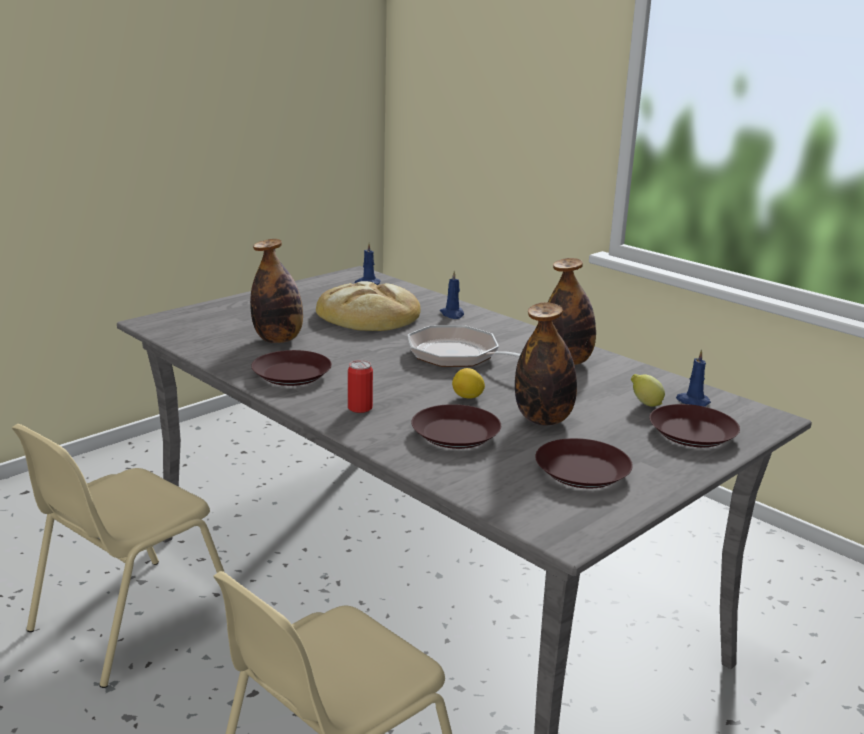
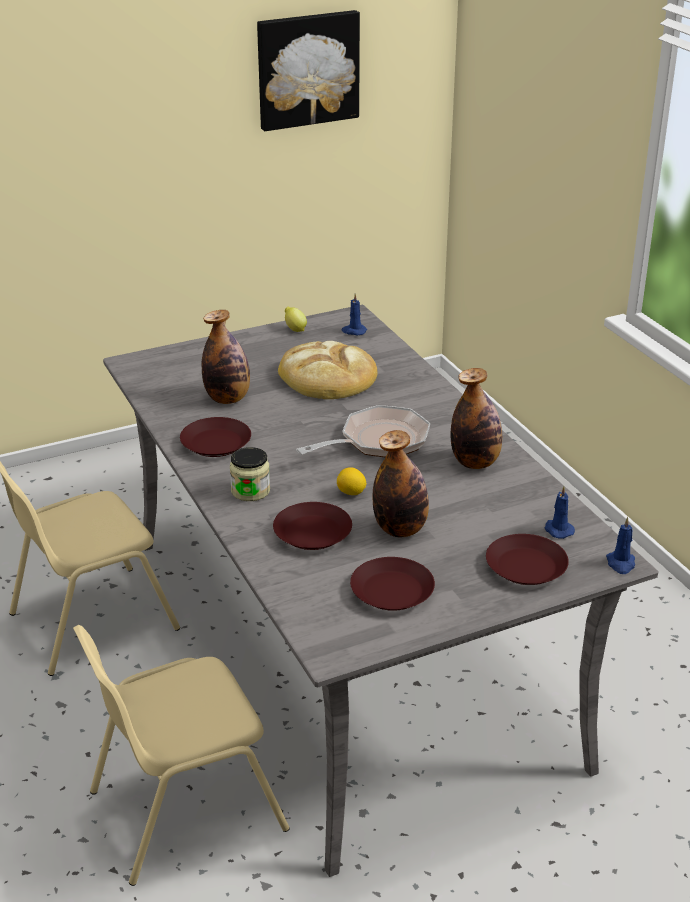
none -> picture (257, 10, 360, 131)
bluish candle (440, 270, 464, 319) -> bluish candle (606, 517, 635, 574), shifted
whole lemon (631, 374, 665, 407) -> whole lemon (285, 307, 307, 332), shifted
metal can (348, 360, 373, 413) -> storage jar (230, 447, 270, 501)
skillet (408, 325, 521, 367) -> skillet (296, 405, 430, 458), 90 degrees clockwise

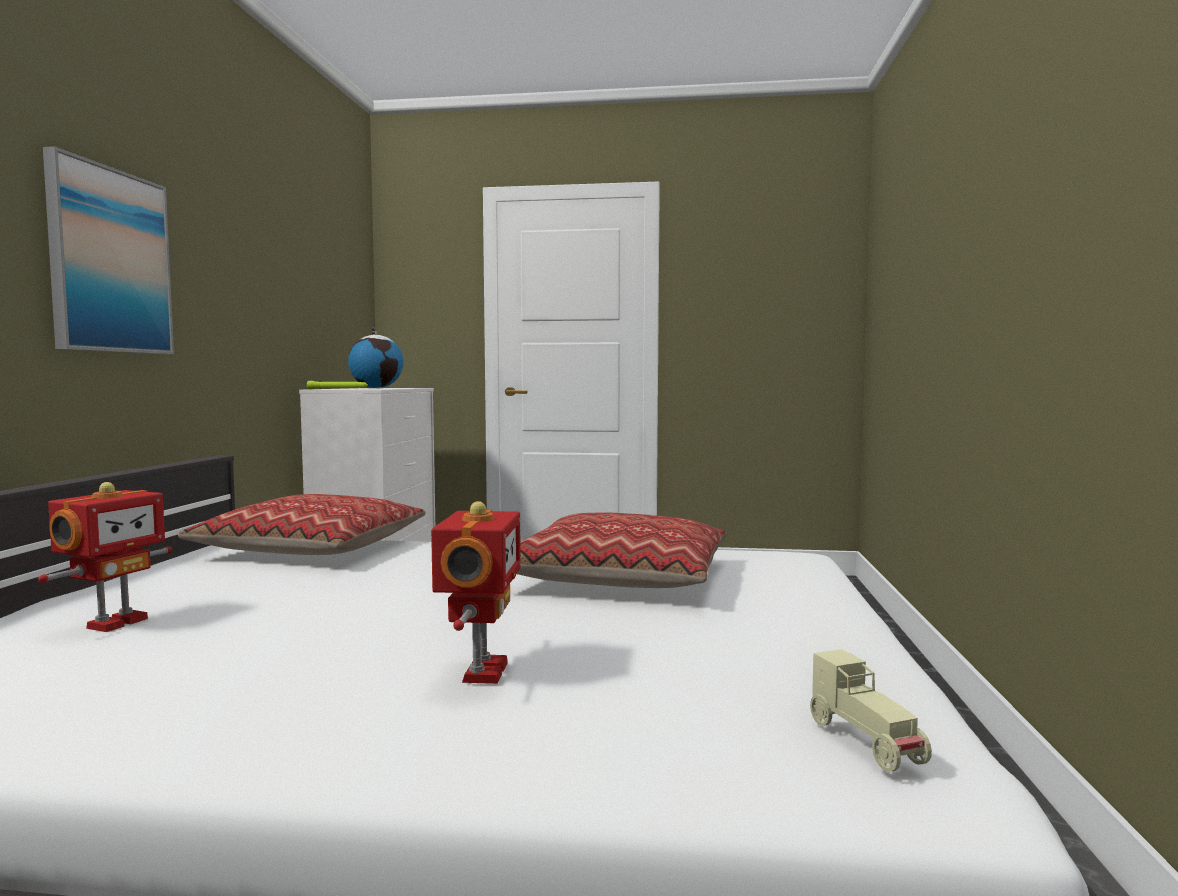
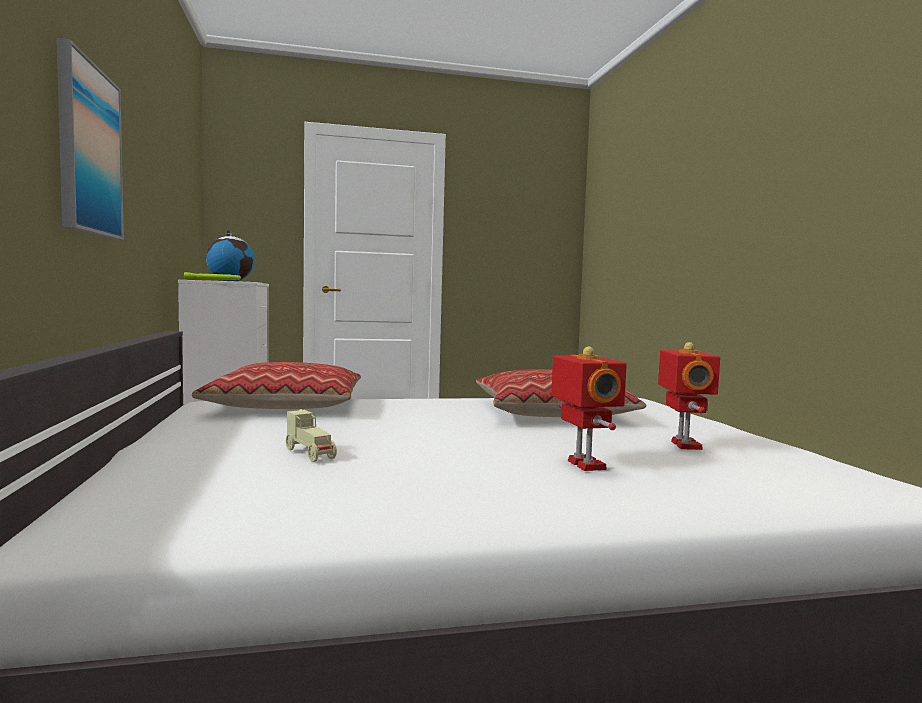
model robot (38, 482, 172, 632) -> model robot (658, 342, 720, 450), shifted
sand-coloured model car (810, 649, 932, 772) -> sand-coloured model car (286, 410, 337, 462), shifted

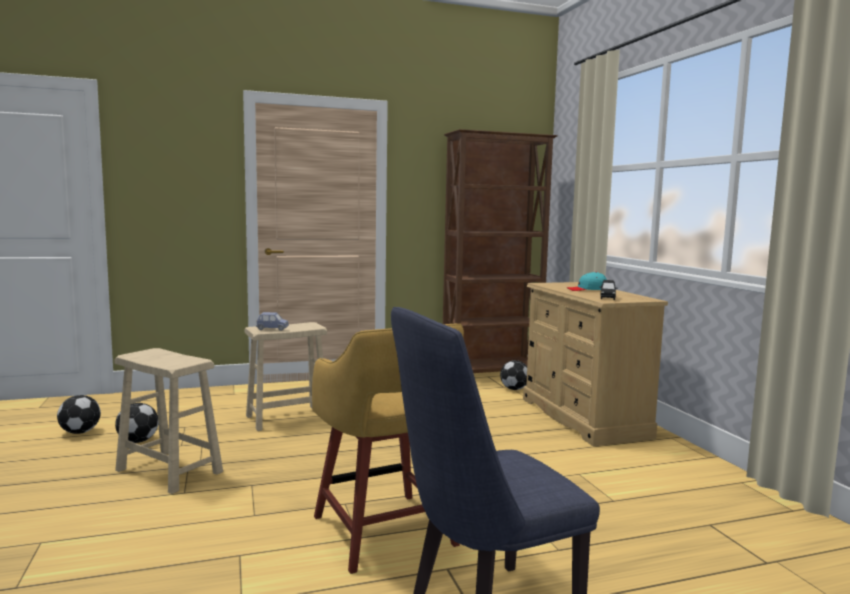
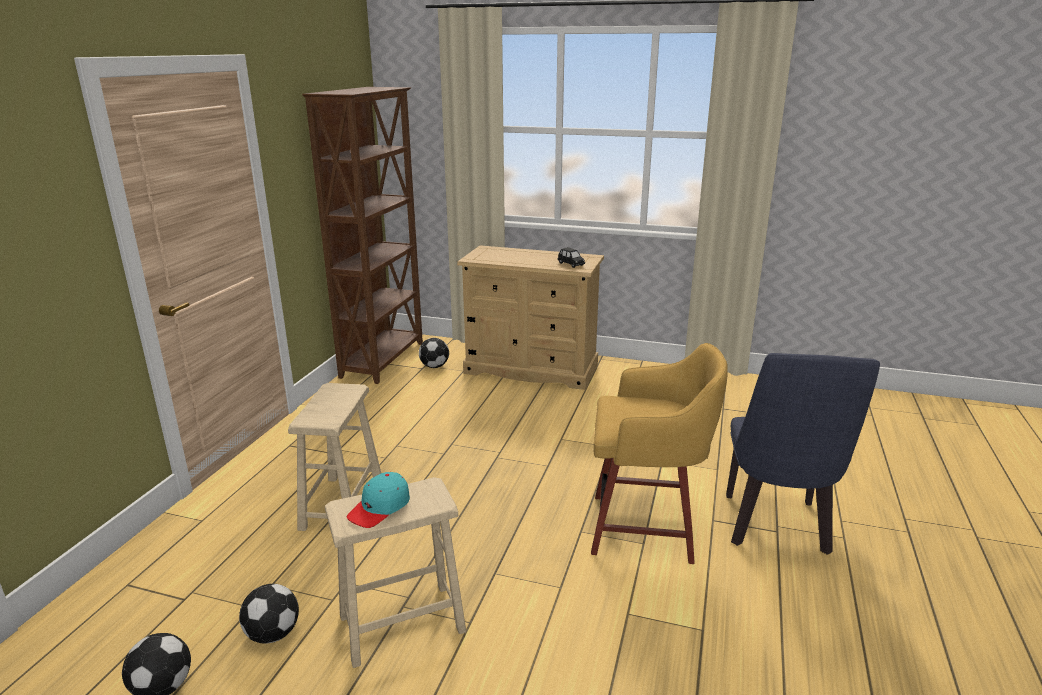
bluish model car (256, 312, 289, 331) -> none
blue-green baseball cap (567, 272, 607, 291) -> blue-green baseball cap (347, 472, 410, 528), shifted

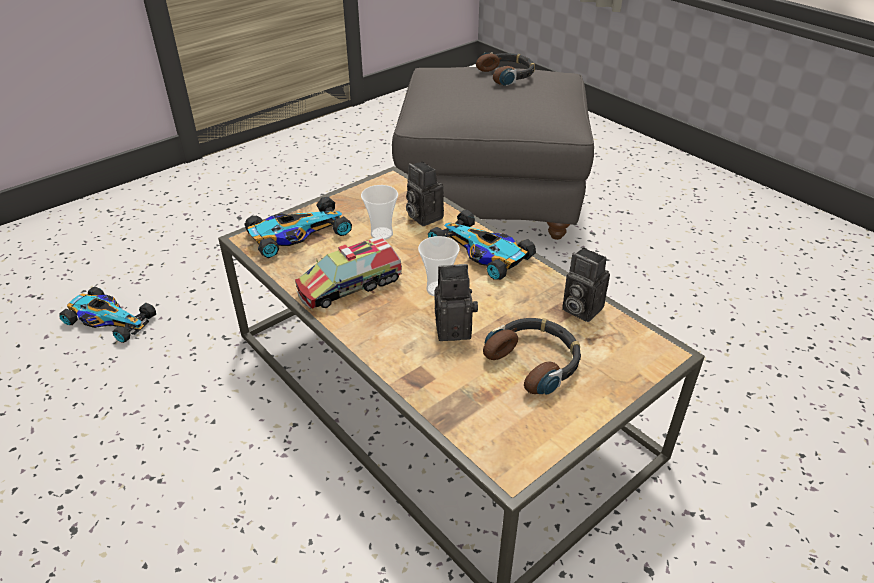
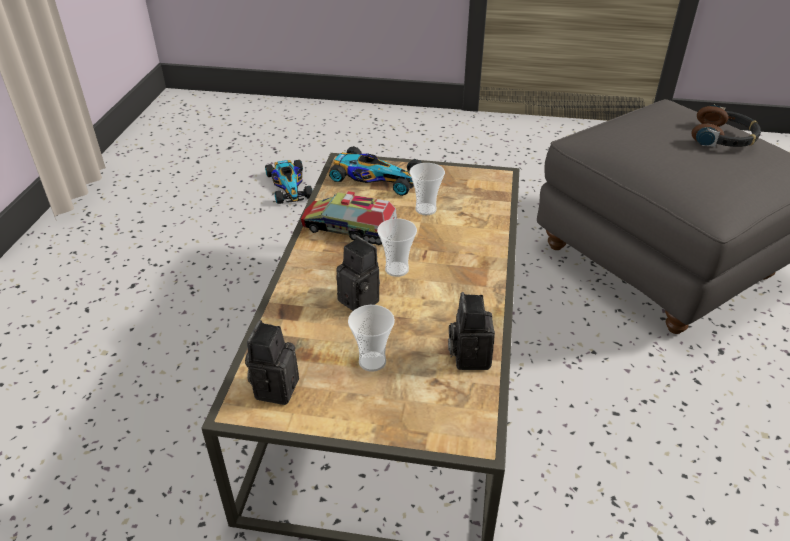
model car (428, 210, 536, 280) -> none
photo camera (406, 161, 444, 226) -> photo camera (245, 320, 299, 405), shifted
headset (483, 318, 581, 395) -> small cup (348, 305, 395, 372)

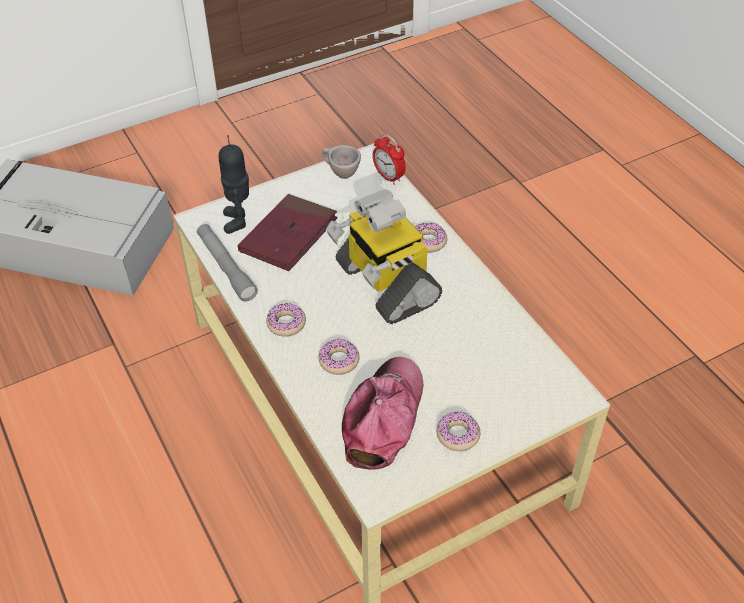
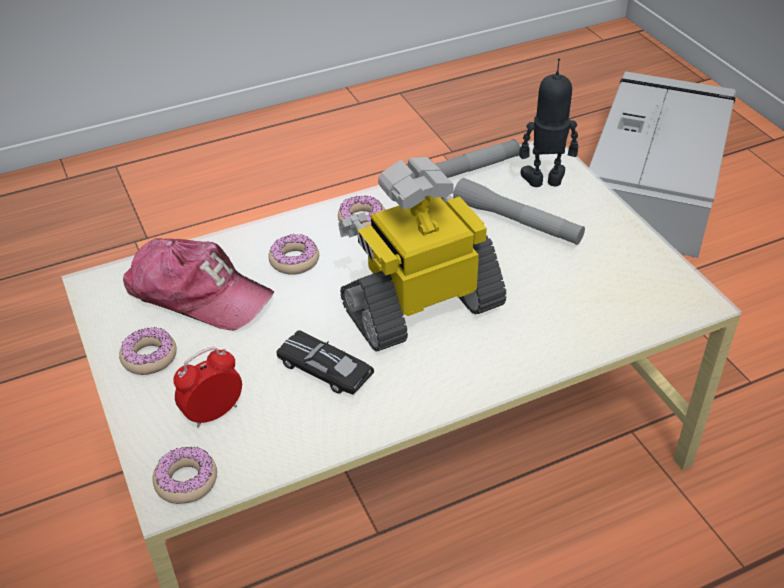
sand-coloured small cup (321, 145, 361, 179) -> none
none -> black-coloured model car (277, 330, 374, 395)
alarm clock (373, 134, 406, 185) -> alarm clock (173, 347, 242, 428), shifted
donut (415, 223, 447, 253) -> donut (153, 447, 217, 504), shifted
reddish volume (238, 194, 337, 271) -> gray flashlight (453, 178, 585, 245)

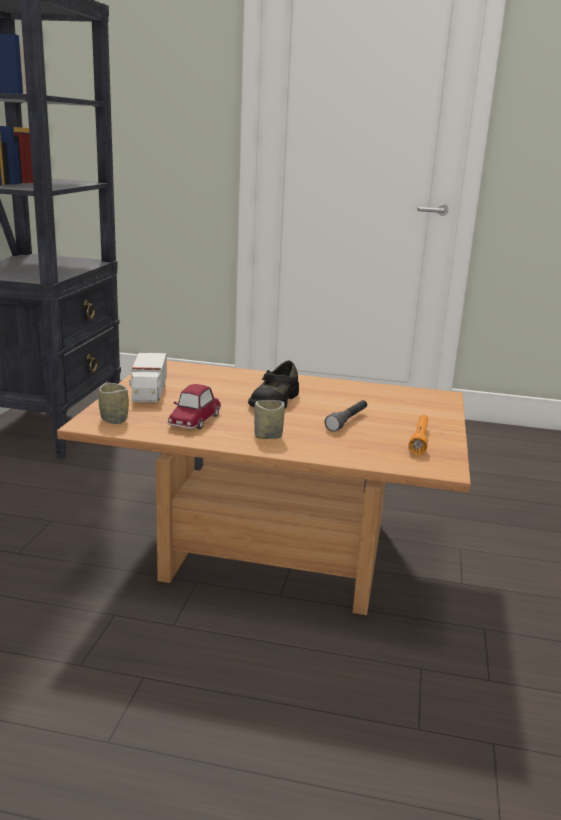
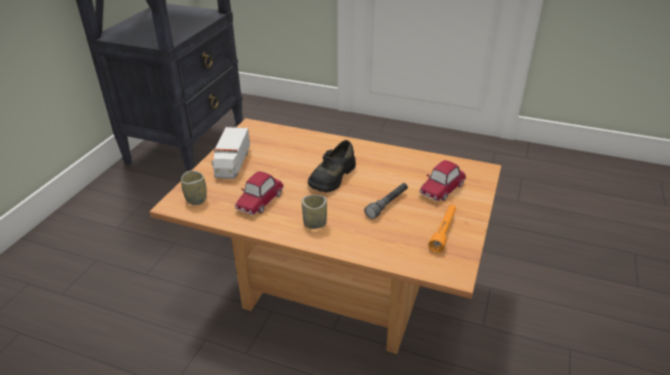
none -> model car (419, 160, 466, 201)

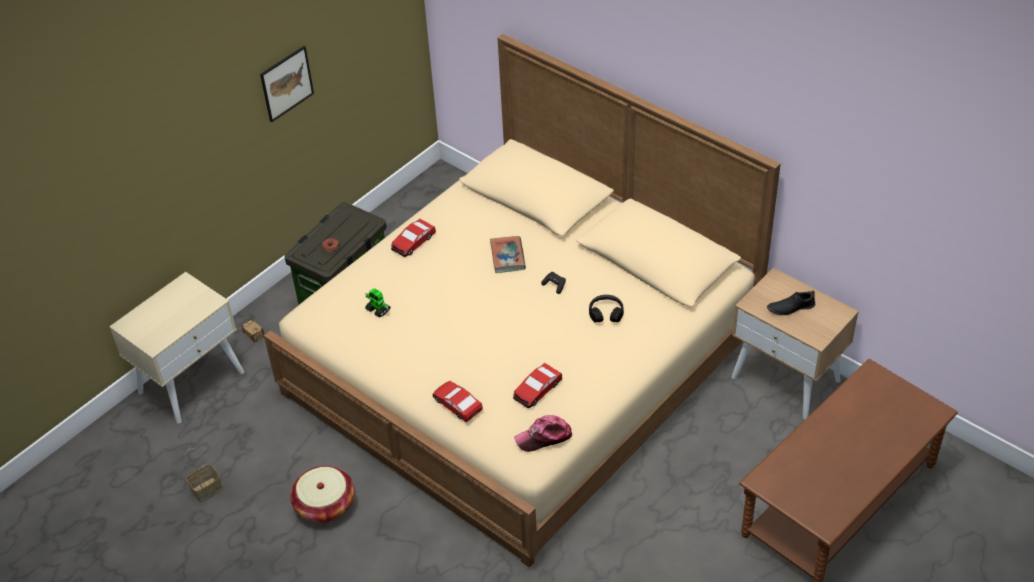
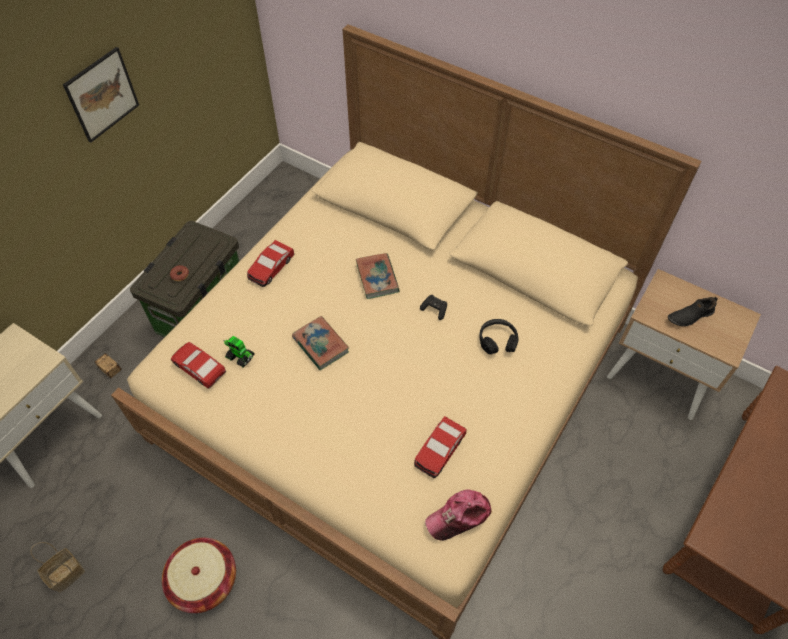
none -> volume (292, 316, 349, 370)
model car (433, 381, 483, 423) -> model car (171, 342, 226, 389), shifted

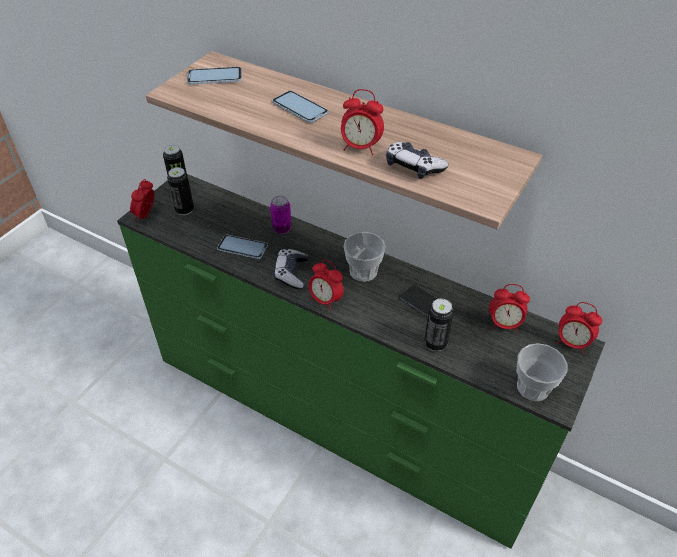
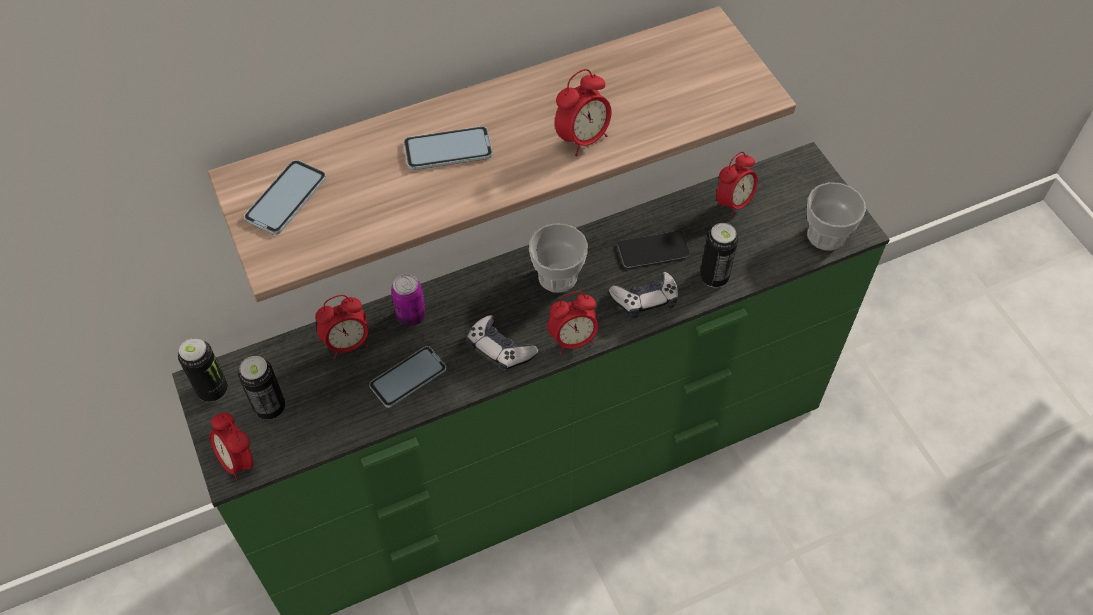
game controller (386, 142, 448, 179) -> game controller (609, 272, 678, 318), shifted
alarm clock (557, 302, 602, 354) -> alarm clock (315, 295, 368, 359), shifted

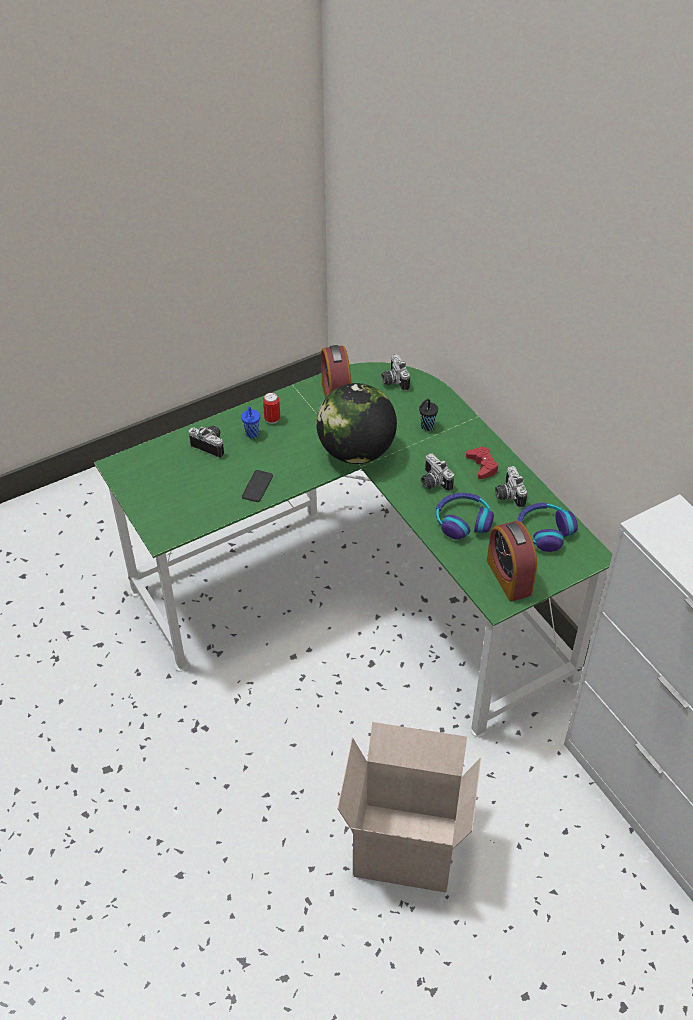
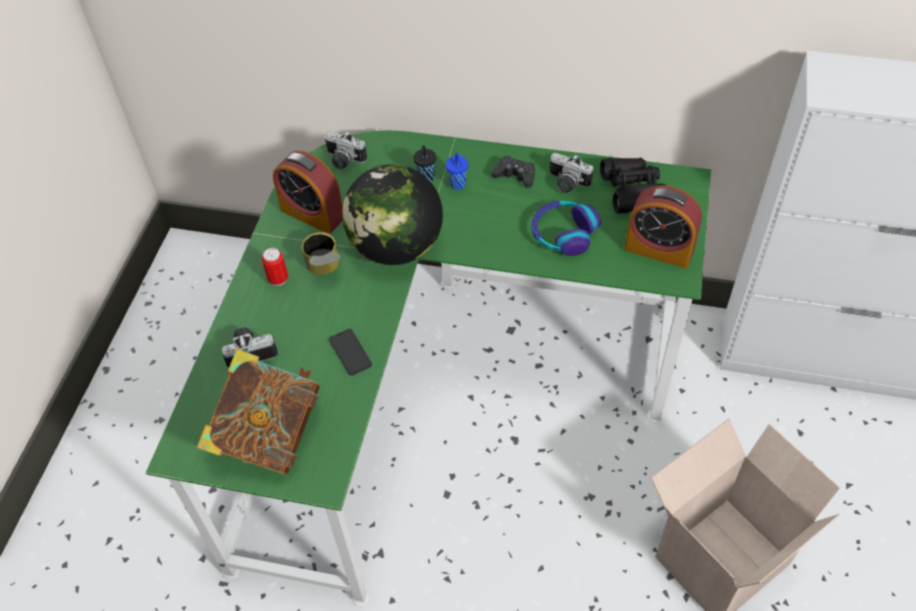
photo camera (421, 453, 454, 491) -> none
none -> volume (197, 349, 320, 475)
none -> metal can (301, 232, 341, 275)
bluish small cup (241, 407, 260, 438) -> bluish small cup (446, 153, 468, 190), shifted
headset (517, 503, 578, 552) -> black-coloured binoculars (600, 158, 666, 213)
reddish game controller (466, 447, 499, 479) -> black-coloured game controller (492, 155, 535, 188)

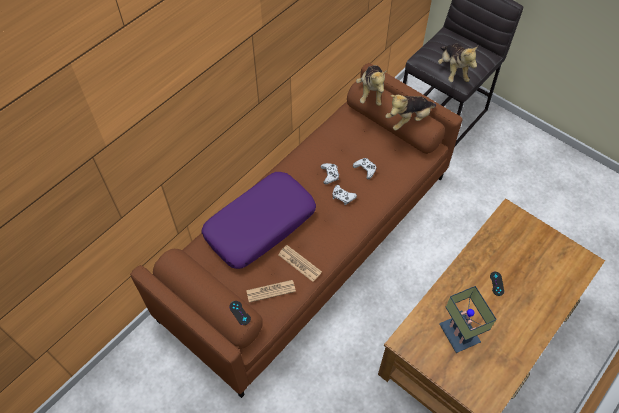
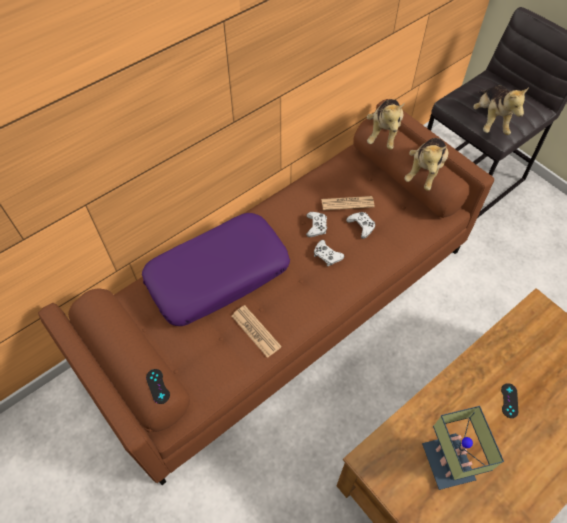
printed paper (246, 280, 296, 303) -> printed paper (321, 196, 375, 210), shifted
soft toy (385, 95, 436, 131) -> soft toy (404, 138, 448, 191), 45 degrees counterclockwise

